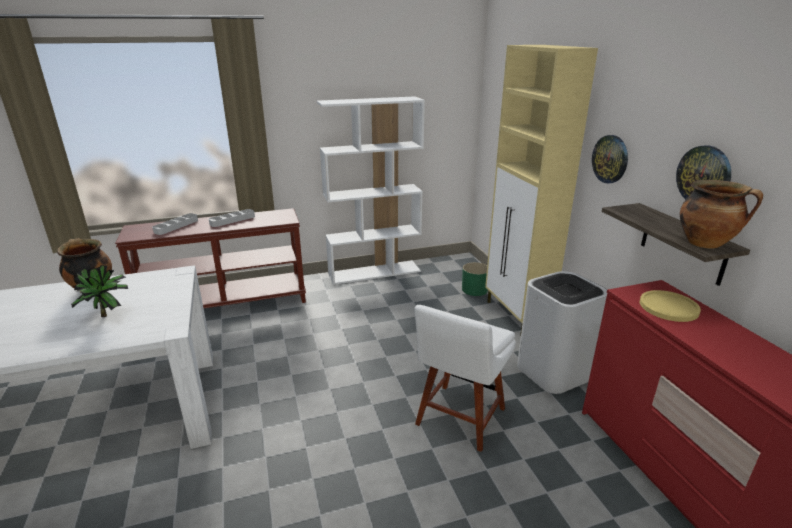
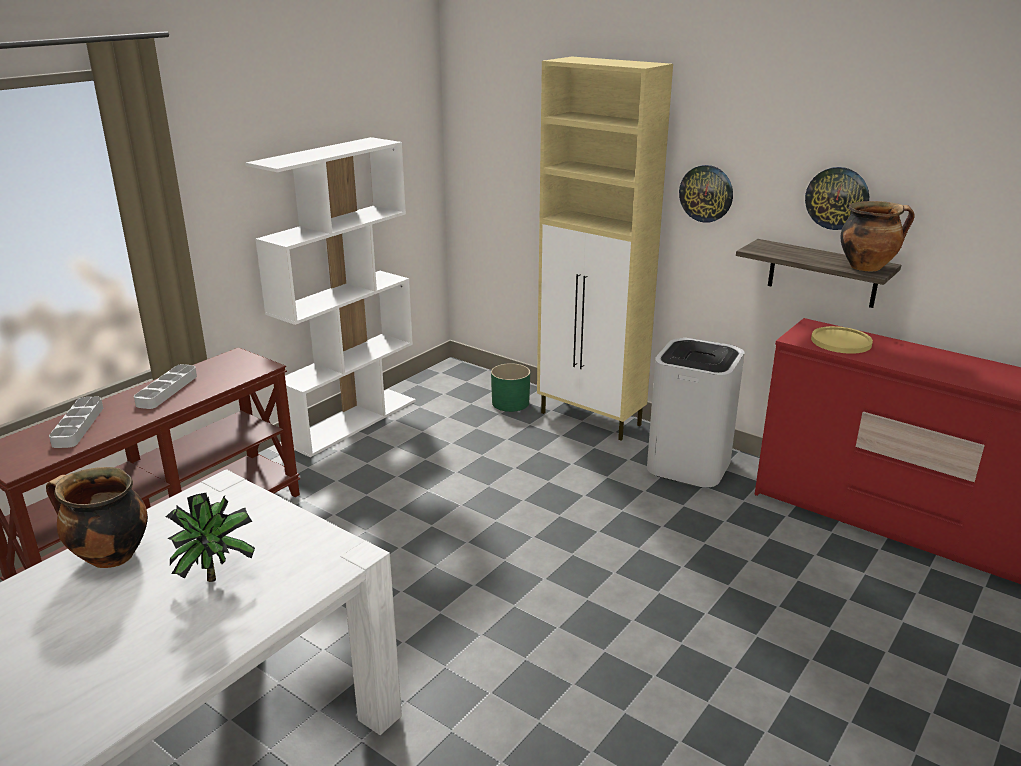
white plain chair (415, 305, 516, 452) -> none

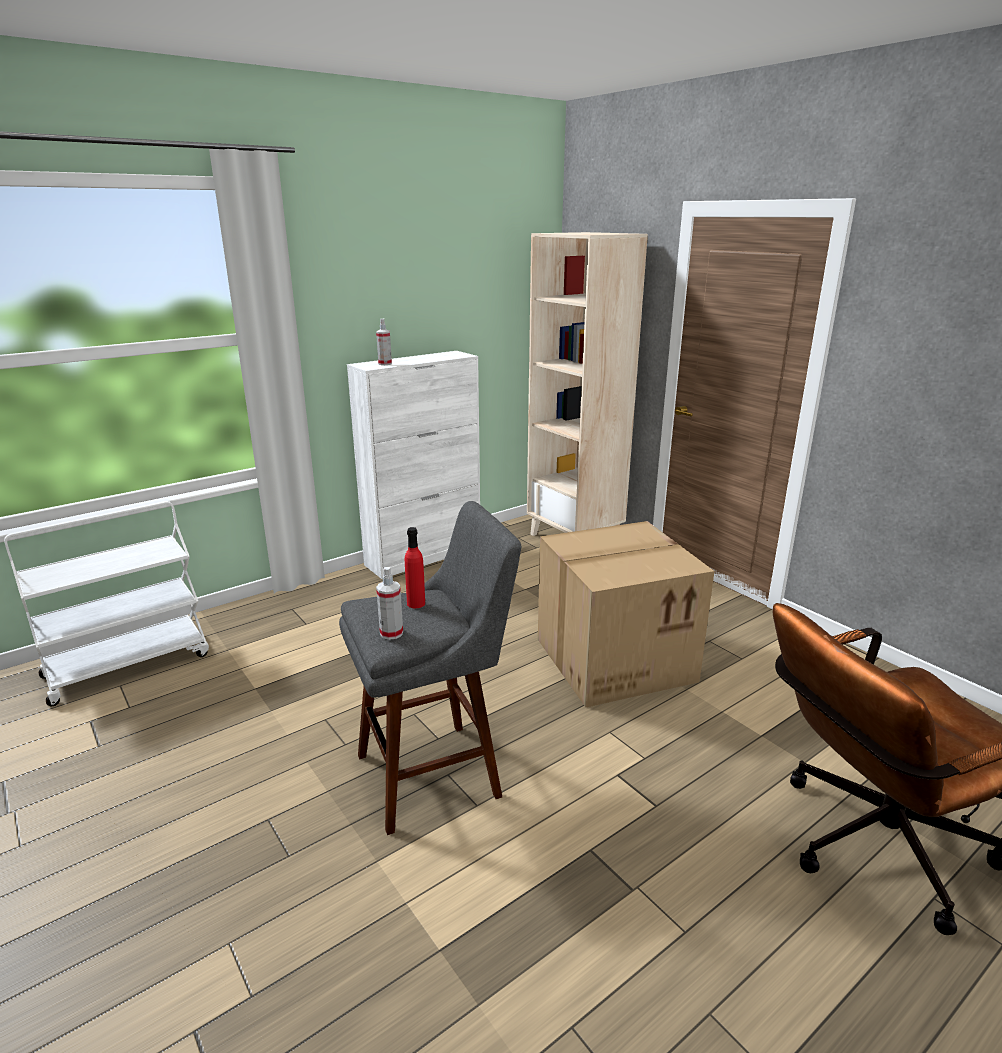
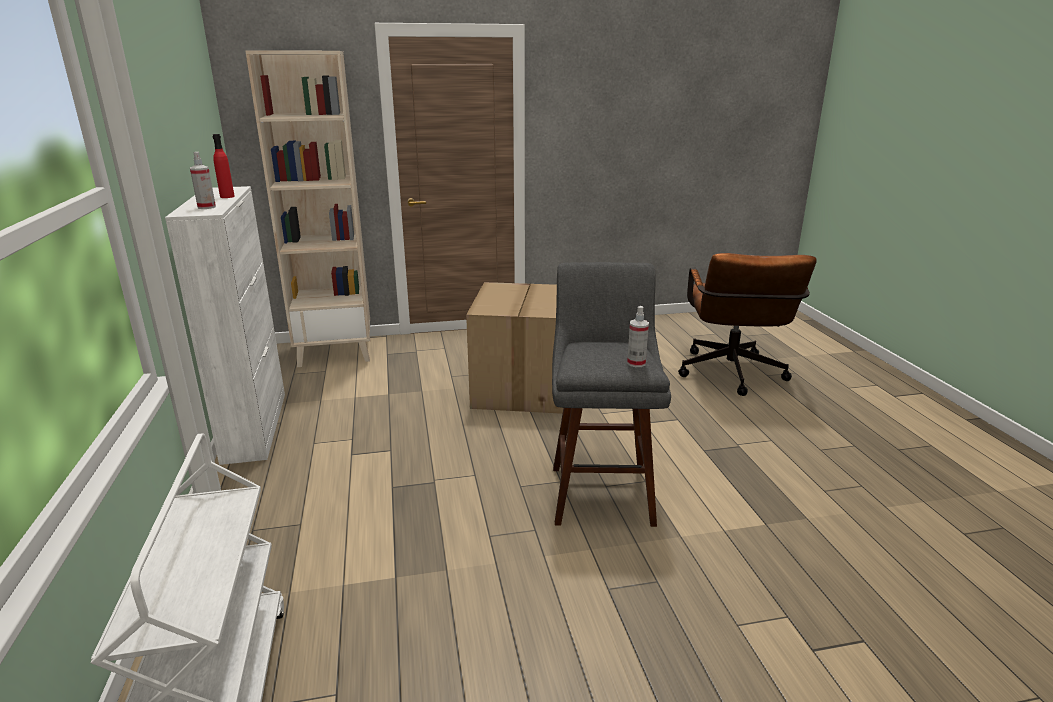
reddish bottle (405, 527, 425, 608) -> reddish bottle (213, 134, 235, 198), shifted

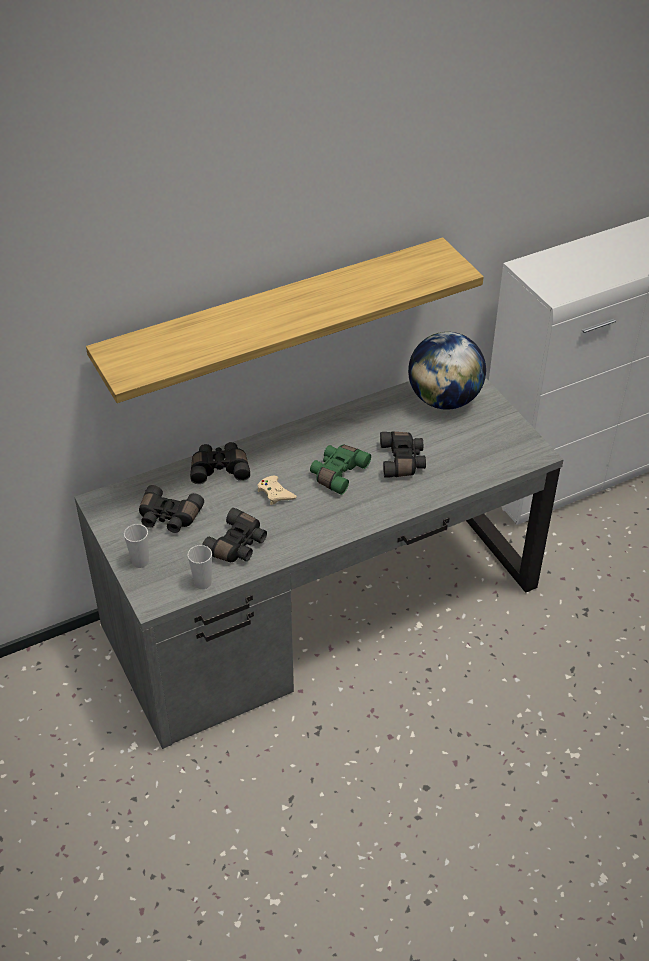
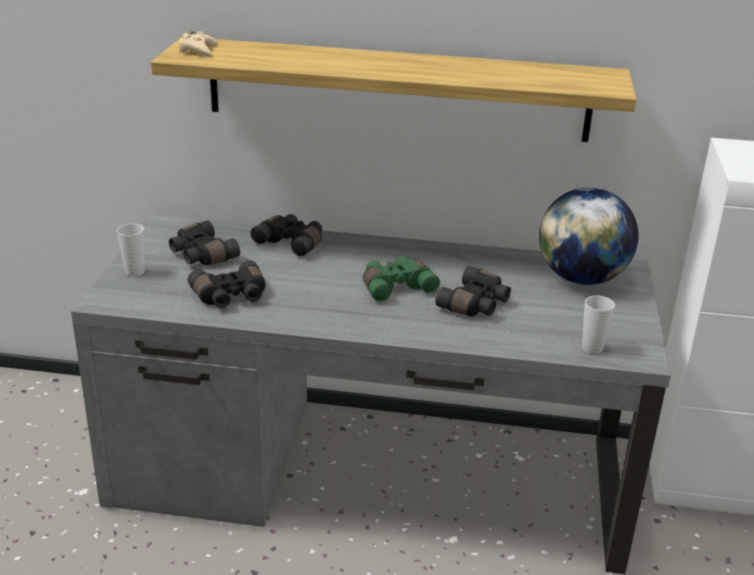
small cup (187, 545, 212, 589) -> small cup (582, 296, 615, 354), shifted
sand-coloured game controller (258, 476, 297, 505) -> sand-coloured game controller (178, 32, 218, 57), shifted

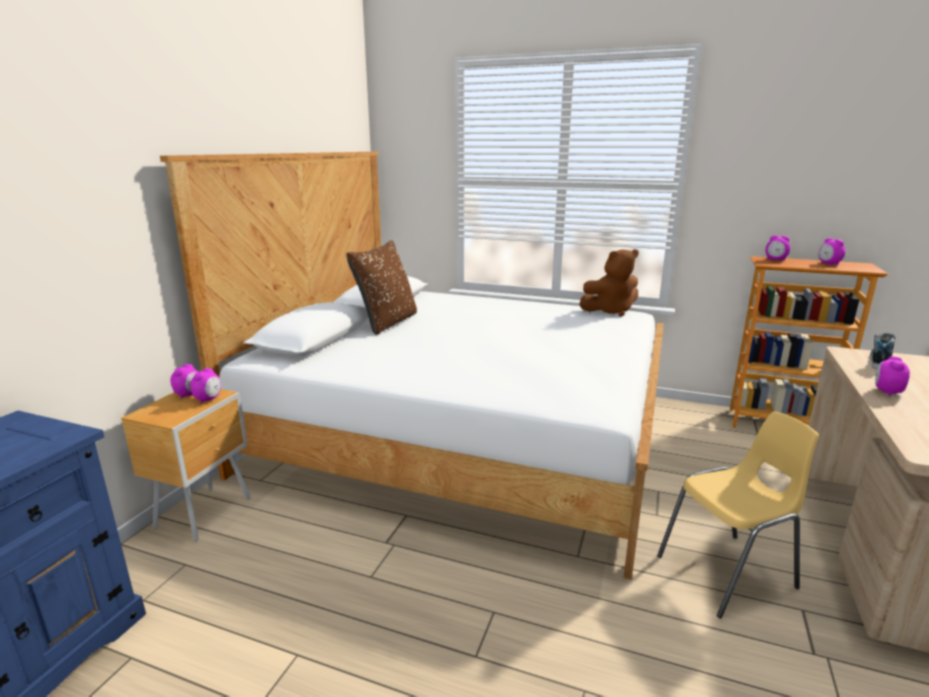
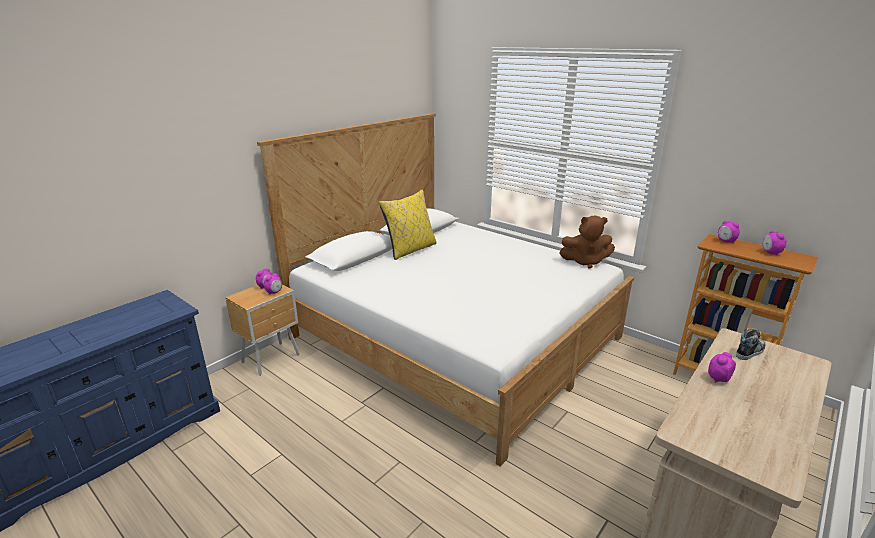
yellowish plain chair (657, 411, 819, 618) -> none
brownish pillow (346, 240, 417, 335) -> yellowish pillow (379, 190, 436, 260)

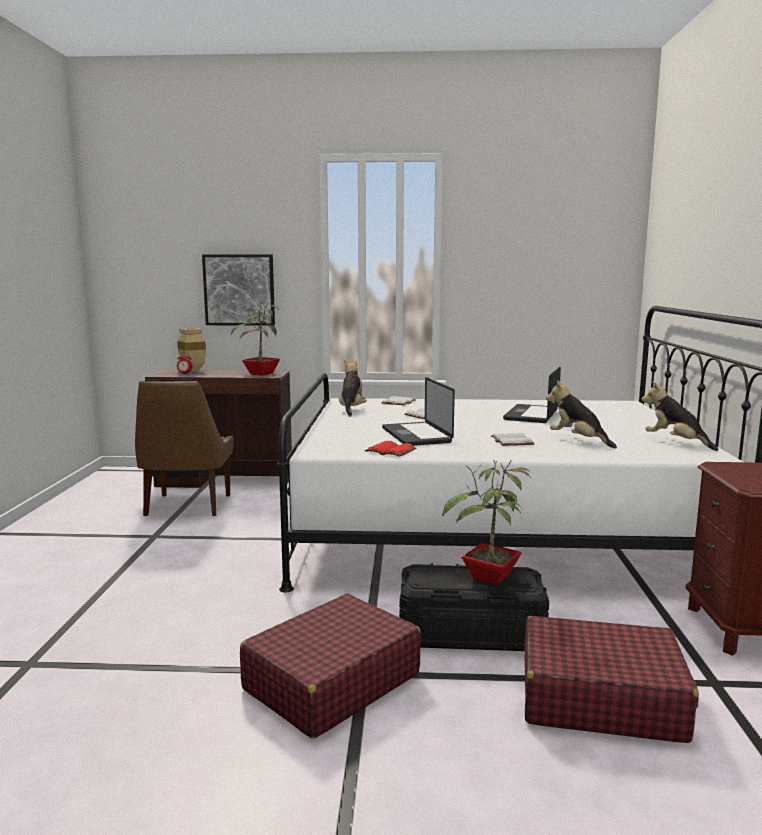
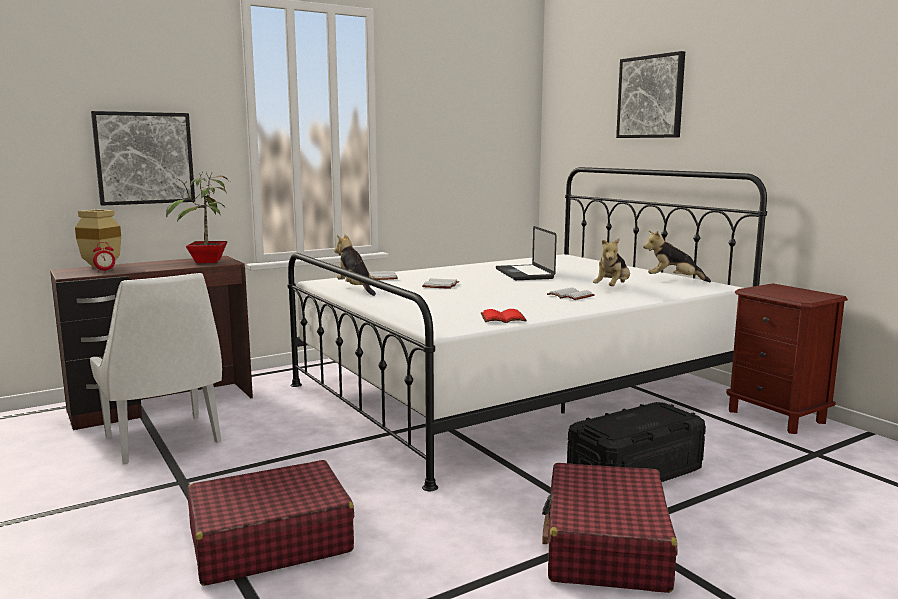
laptop (382, 377, 455, 446) -> none
plant in a pot (442, 459, 531, 585) -> none
none -> picture (616, 51, 685, 138)
reddish suitcase (524, 616, 699, 743) -> reddish suitcase (187, 460, 354, 586), shifted
brownish plain chair (135, 381, 234, 516) -> white plain chair (90, 273, 222, 464)
soft toy (546, 380, 617, 449) -> soft toy (593, 238, 630, 286), 75 degrees counterclockwise

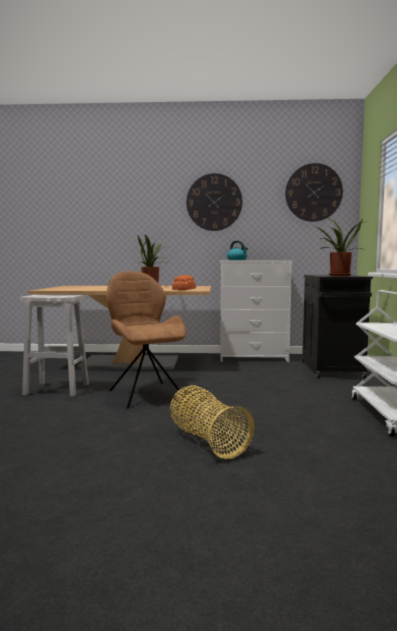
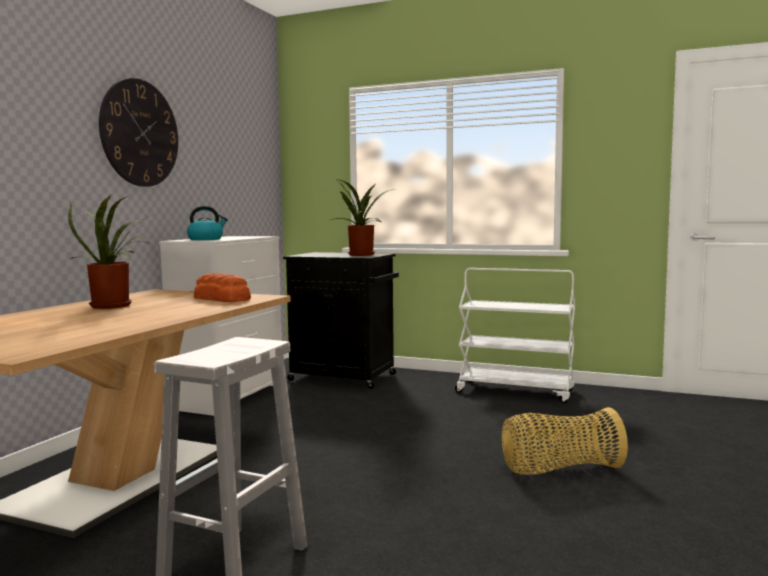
brownish plain chair (106, 271, 186, 408) -> none
hanging clock (285, 163, 343, 222) -> none

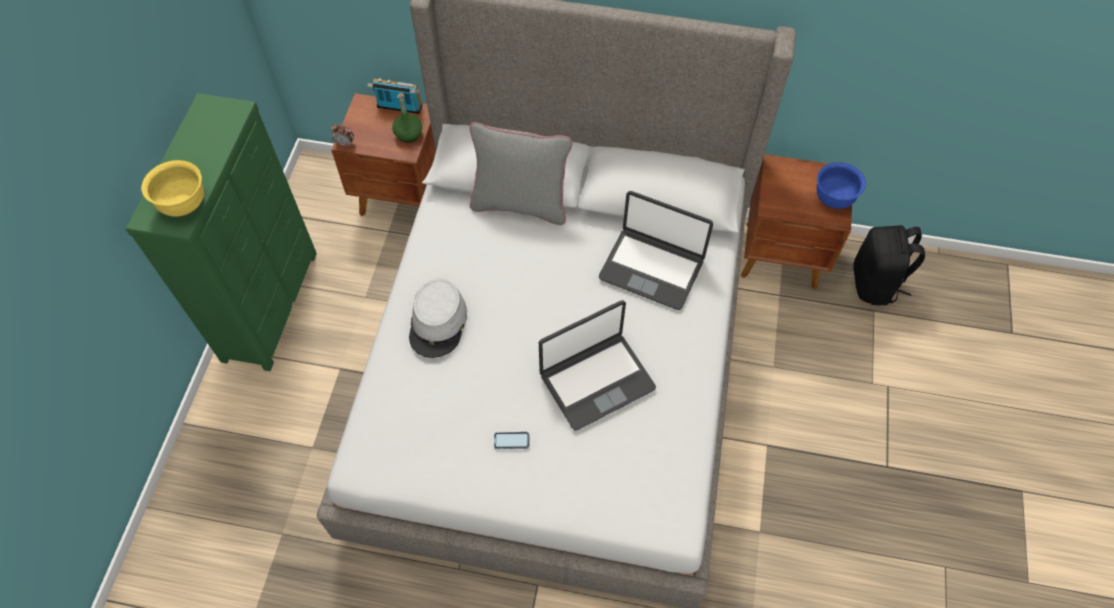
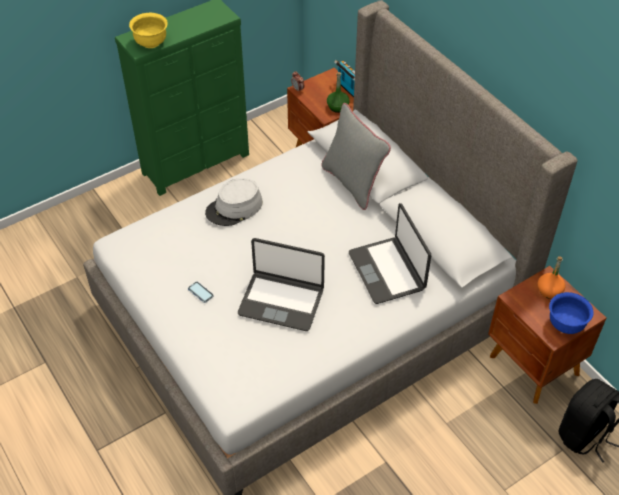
none -> orangey bottle (538, 256, 565, 299)

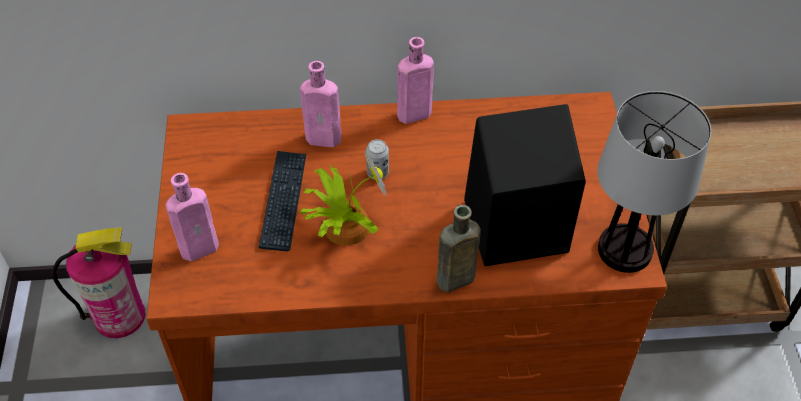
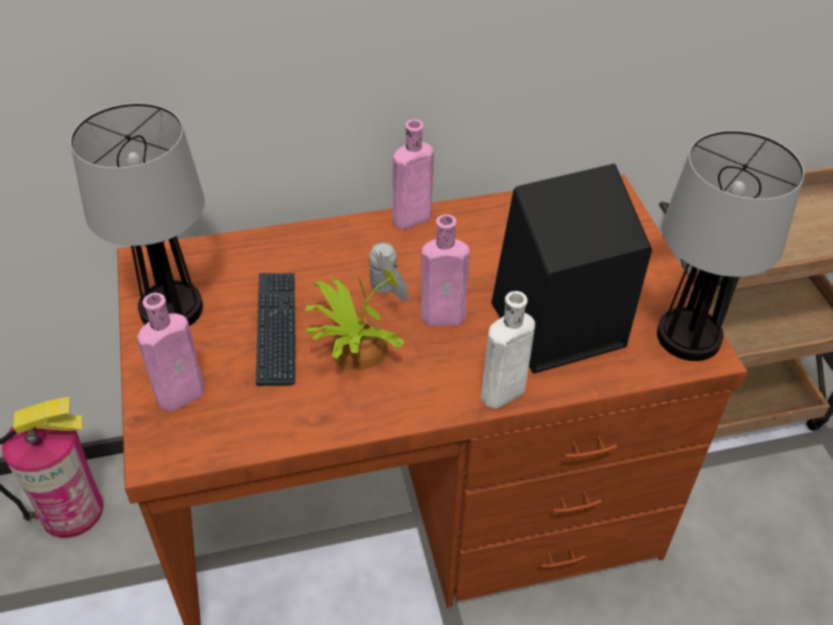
none -> lamp for a table (70, 103, 205, 326)
pink-coloured bottle (300, 61, 342, 147) -> pink-coloured bottle (421, 214, 470, 326), shifted
brownish bottle (437, 205, 481, 292) -> white bottle (481, 291, 535, 409)

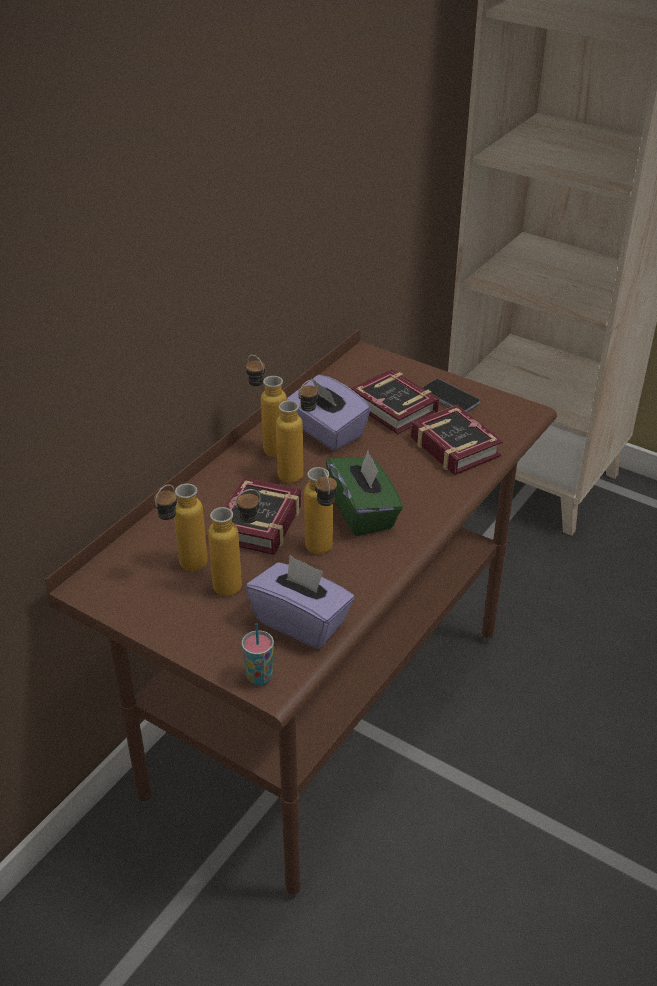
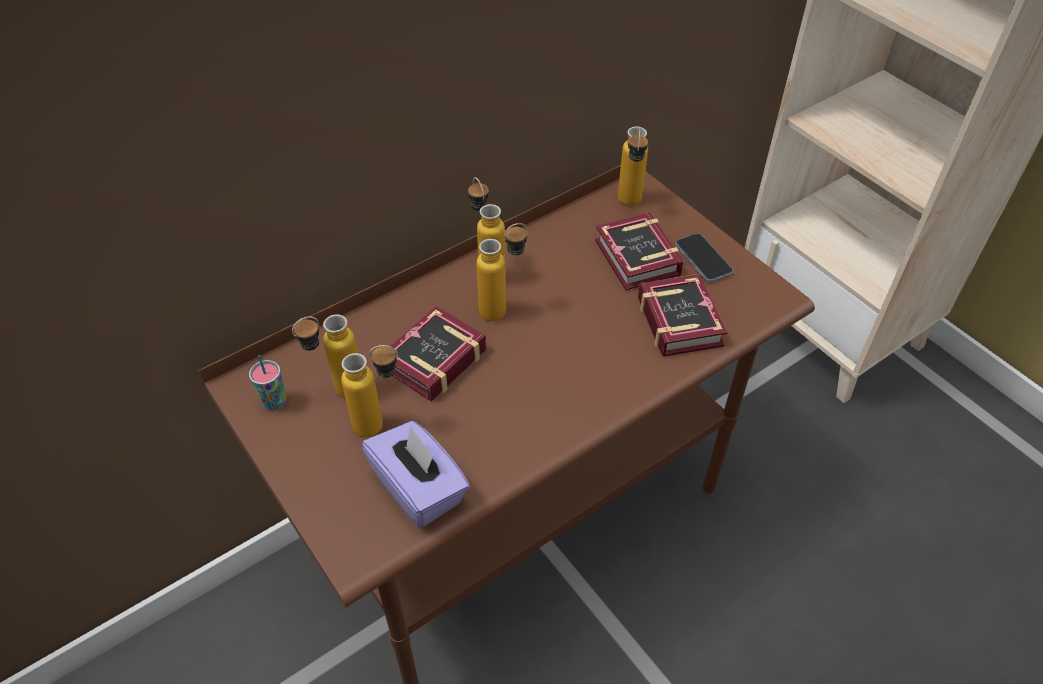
purple-coloured box of tissues (287, 375, 370, 451) -> none
greenish box of tissues (326, 450, 403, 537) -> none
small cup (242, 623, 274, 686) -> small cup (249, 355, 286, 410), shifted
bottle (304, 467, 337, 554) -> bottle (618, 127, 648, 206), shifted

